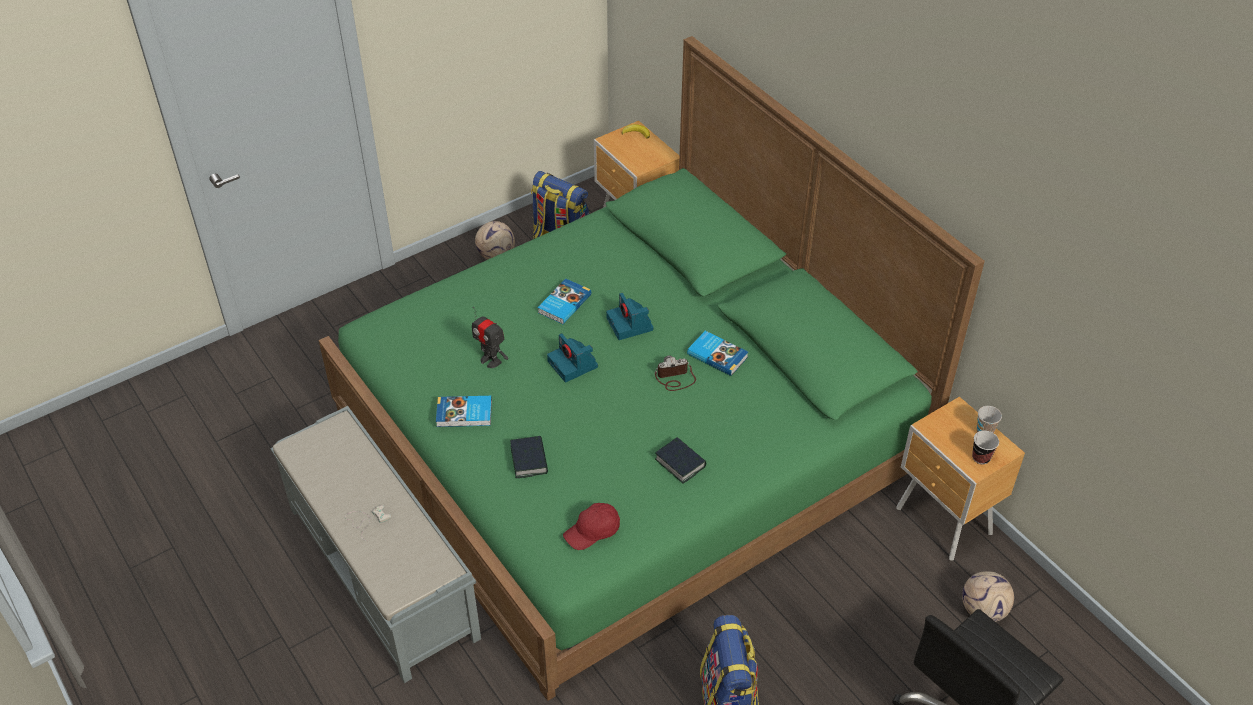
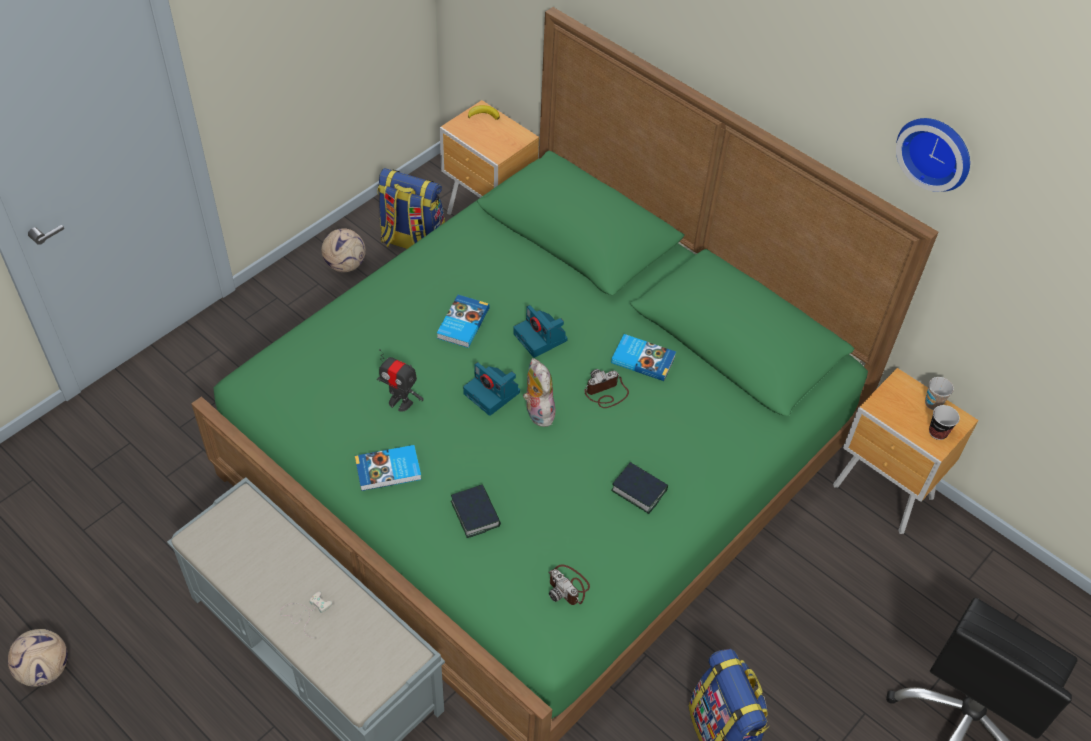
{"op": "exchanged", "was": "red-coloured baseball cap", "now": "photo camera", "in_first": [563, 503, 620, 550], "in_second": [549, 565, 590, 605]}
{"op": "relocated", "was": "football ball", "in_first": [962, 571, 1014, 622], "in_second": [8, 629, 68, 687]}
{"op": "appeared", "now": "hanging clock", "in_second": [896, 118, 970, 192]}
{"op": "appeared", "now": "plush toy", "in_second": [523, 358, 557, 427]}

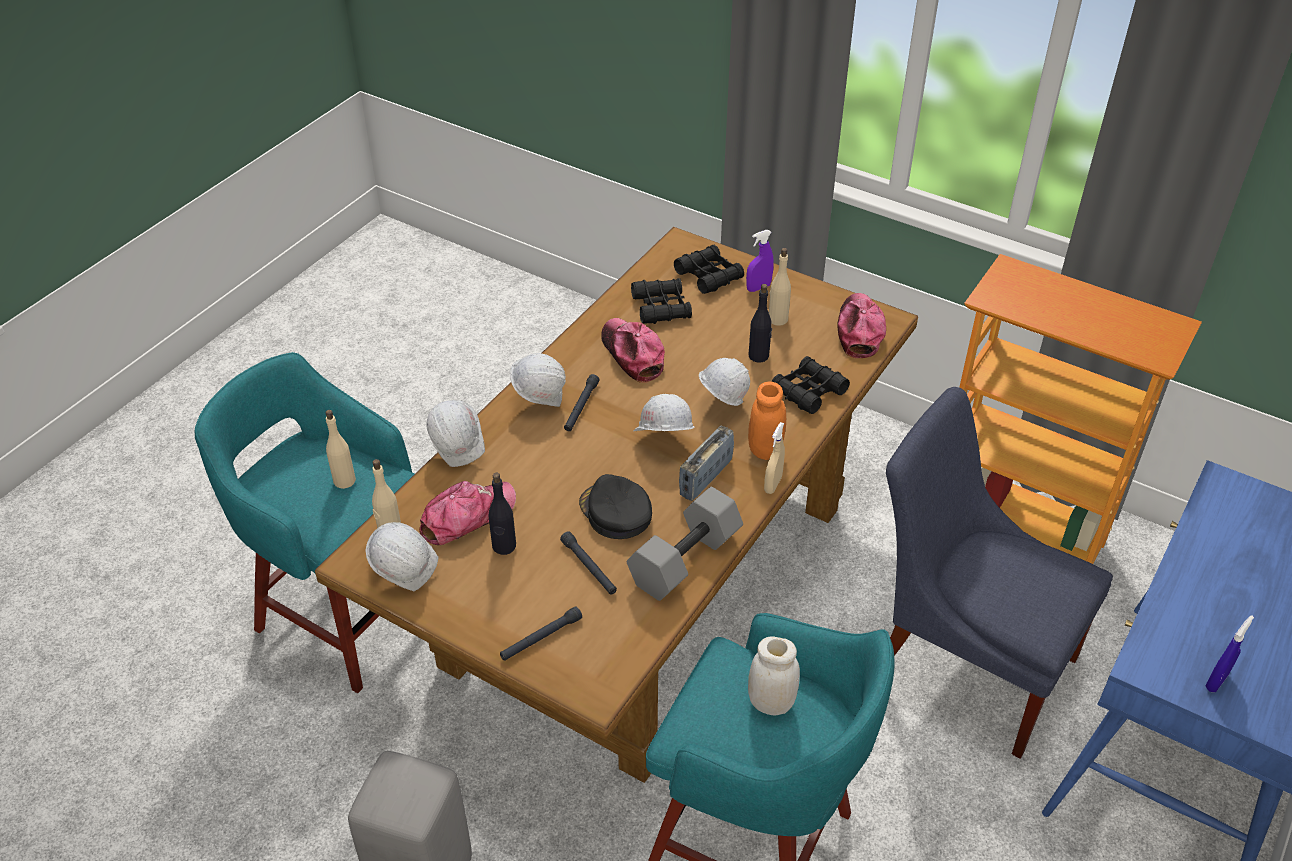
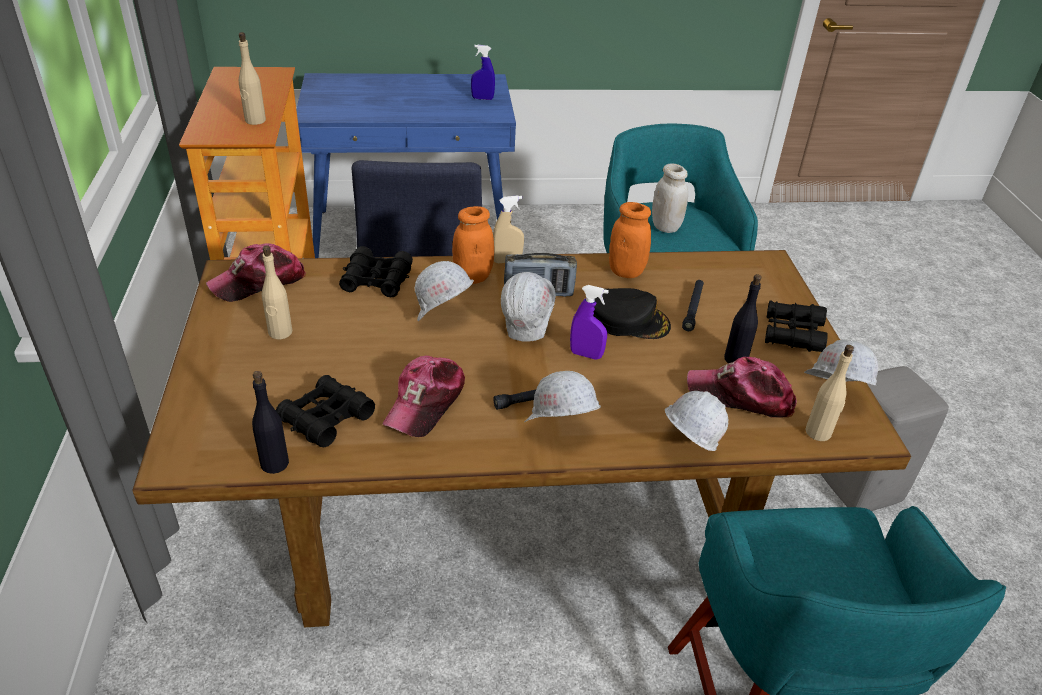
{"op": "relocated", "was": "purple hand sprayer", "in_first": [746, 230, 774, 292], "in_second": [570, 285, 609, 359]}
{"op": "relocated", "was": "blackish pair of binoculars", "in_first": [674, 245, 744, 294], "in_second": [765, 301, 828, 352]}
{"op": "relocated", "was": "blackish beverage bottle", "in_first": [749, 284, 772, 362], "in_second": [252, 371, 289, 474]}
{"op": "relocated", "was": "beige-coloured beverage bottle", "in_first": [325, 410, 356, 489], "in_second": [239, 32, 266, 125]}
{"op": "spun", "was": "blackish baseball cap", "in_first": [579, 474, 652, 539], "in_second": [593, 288, 671, 339], "clockwise": -90}
{"op": "exchanged", "was": "gray hand weight", "now": "orangey jar", "in_first": [627, 487, 743, 601], "in_second": [609, 202, 651, 278]}
{"op": "missing", "was": "blackish hand torch", "in_first": [500, 606, 582, 661]}

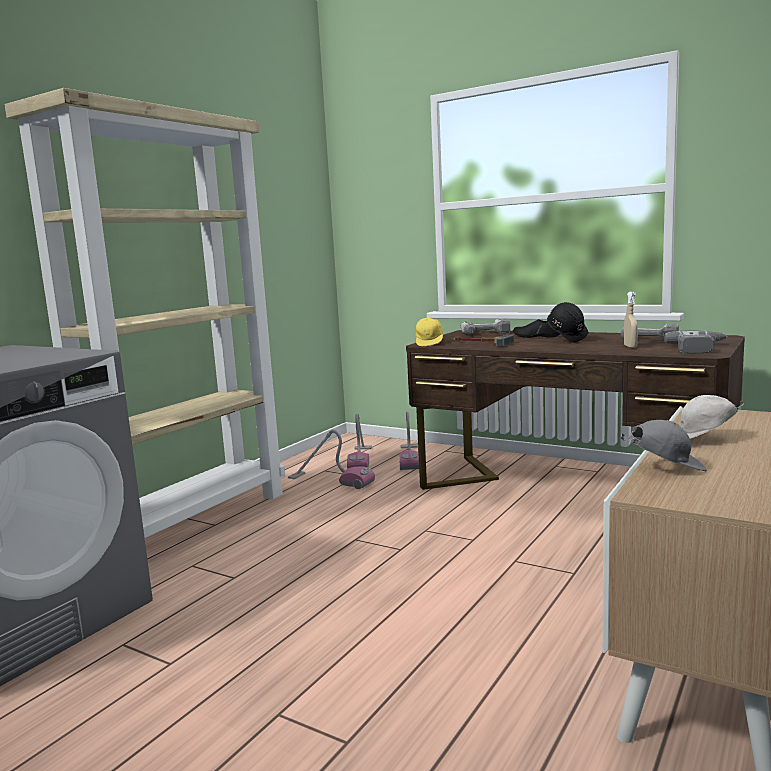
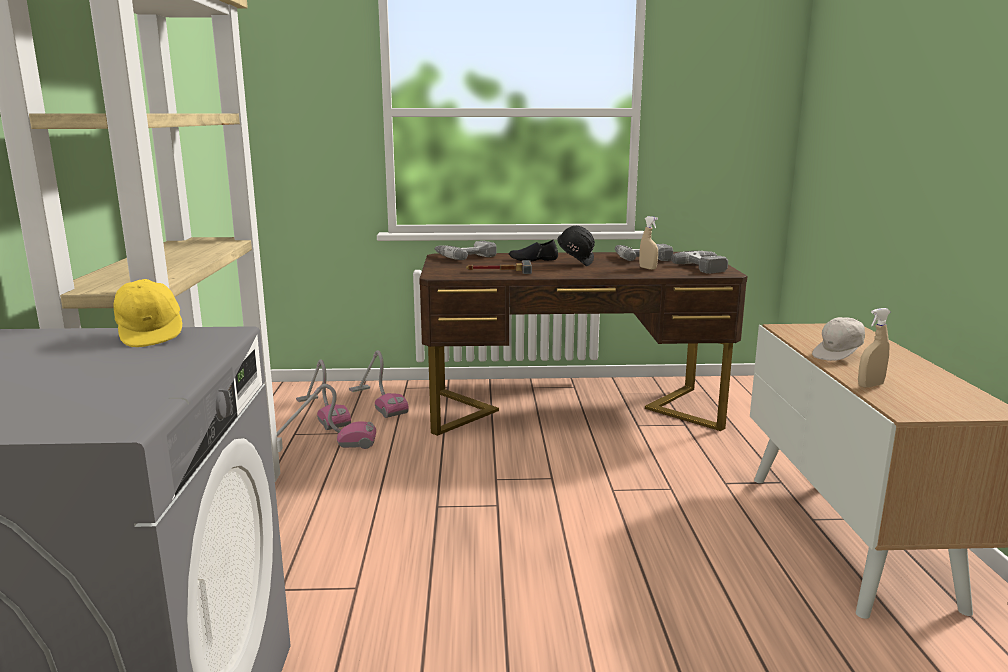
{"op": "relocated", "was": "yellowish baseball cap", "in_first": [416, 317, 443, 346], "in_second": [113, 279, 182, 347]}
{"op": "exchanged", "was": "gray baseball cap", "now": "beige-coloured hand sprayer", "in_first": [620, 420, 707, 471], "in_second": [858, 308, 891, 388]}

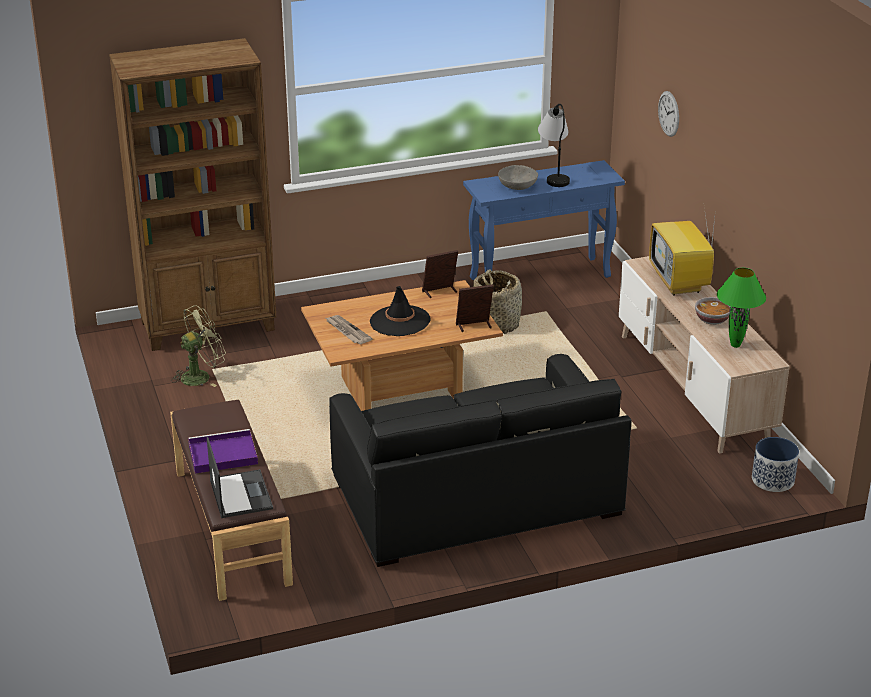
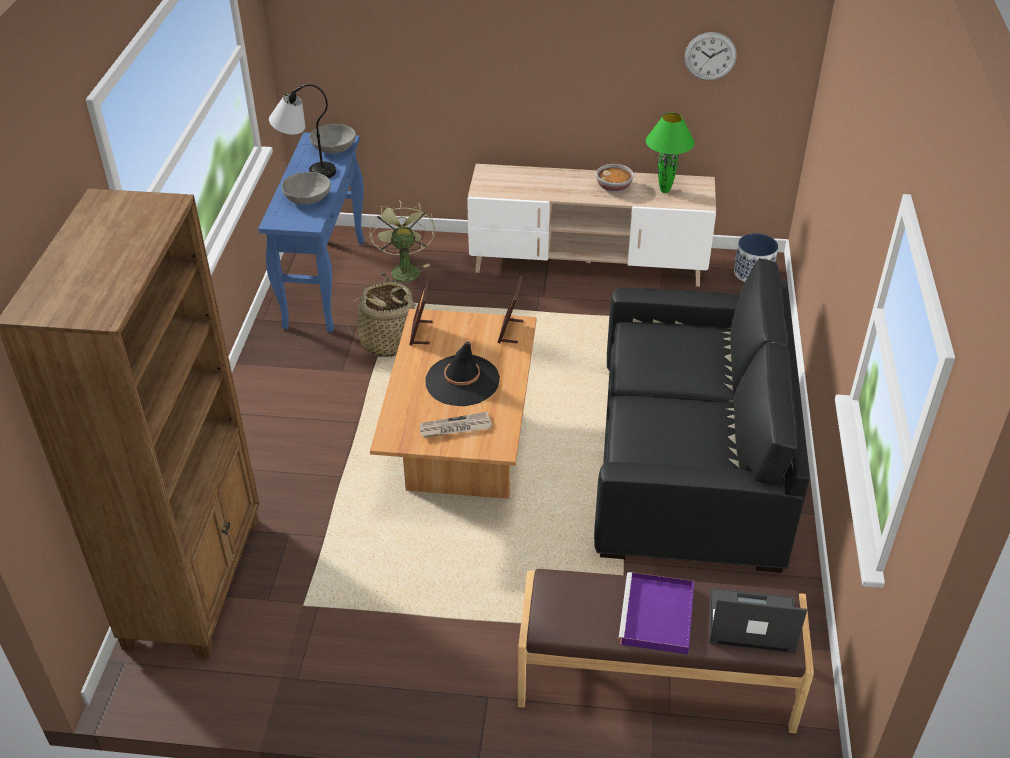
{"op": "relocated", "was": "hanging clock", "in_first": [658, 91, 679, 137], "in_second": [684, 32, 736, 80]}
{"op": "missing", "was": "TV", "in_first": [649, 200, 716, 296]}
{"op": "relocated", "was": "greenish cooling fan", "in_first": [171, 305, 226, 387], "in_second": [369, 200, 435, 283]}
{"op": "appeared", "now": "gray deep dish", "in_second": [310, 124, 356, 153]}

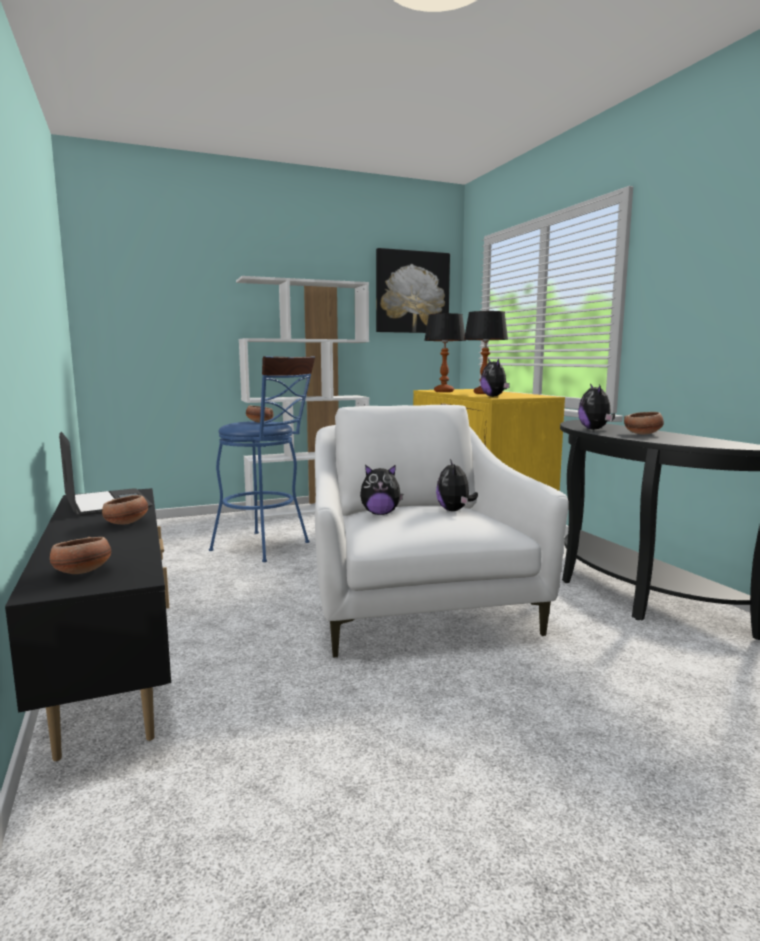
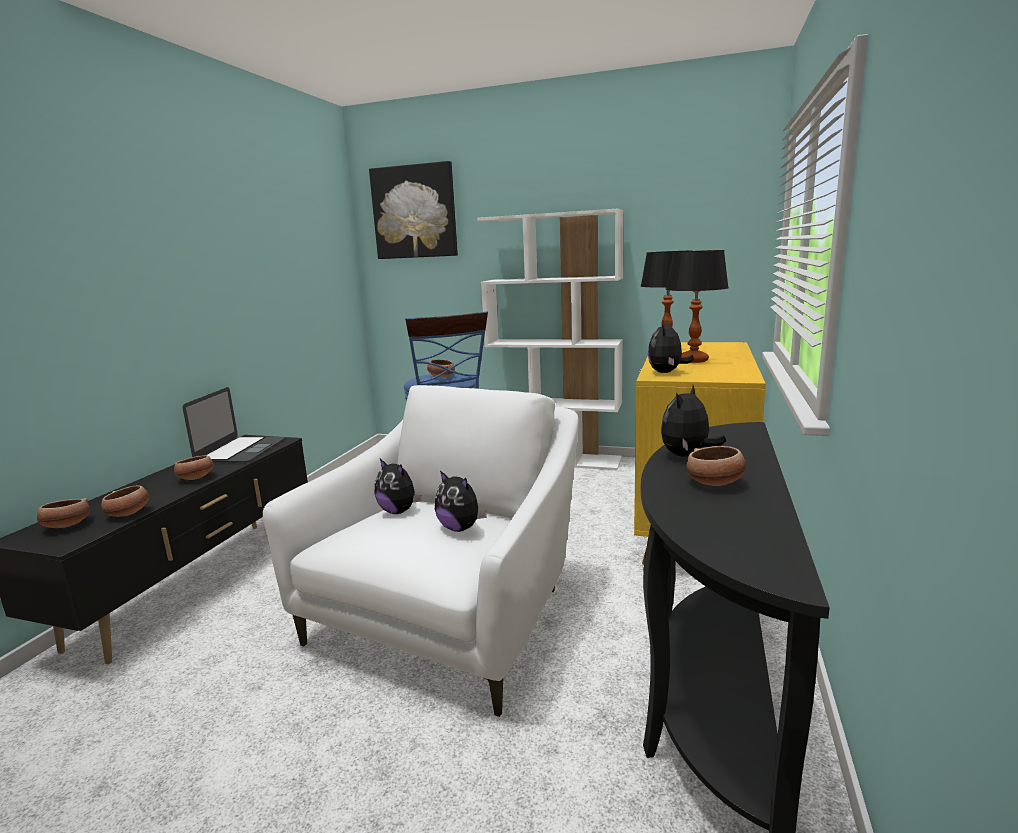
{"op": "relocated", "was": "picture", "in_first": [376, 248, 450, 333], "in_second": [369, 161, 458, 259]}
{"op": "spun", "was": "plush toy", "in_first": [436, 459, 478, 511], "in_second": [435, 471, 487, 532], "clockwise": -90}
{"op": "appeared", "now": "deep dish", "in_second": [101, 485, 149, 517]}

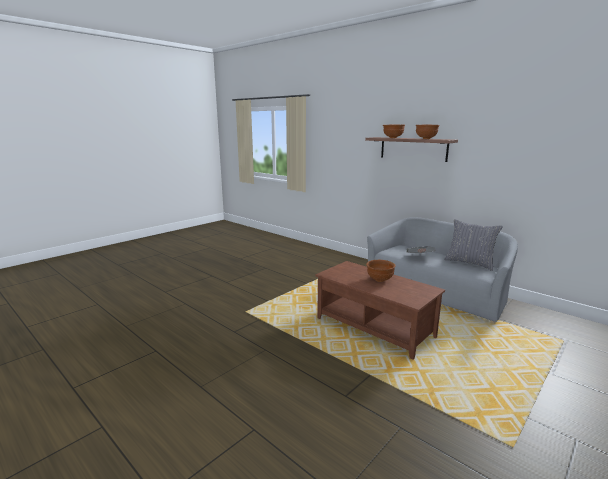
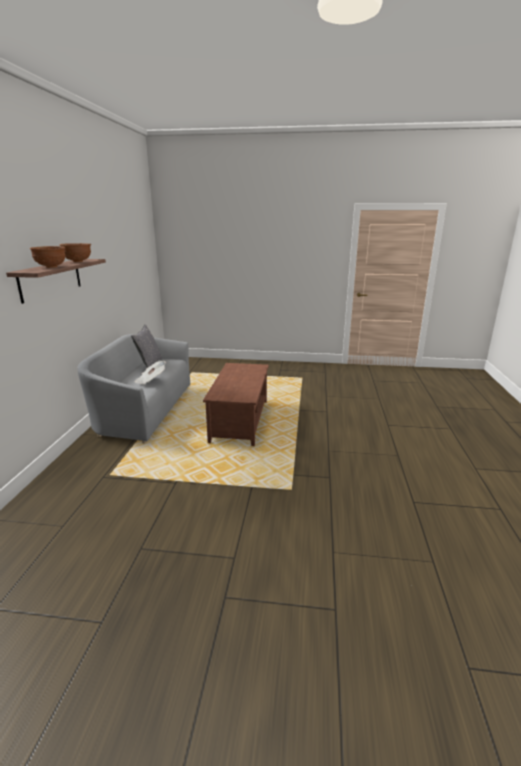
{"op": "missing", "was": "brownish deep dish", "in_first": [366, 260, 395, 282]}

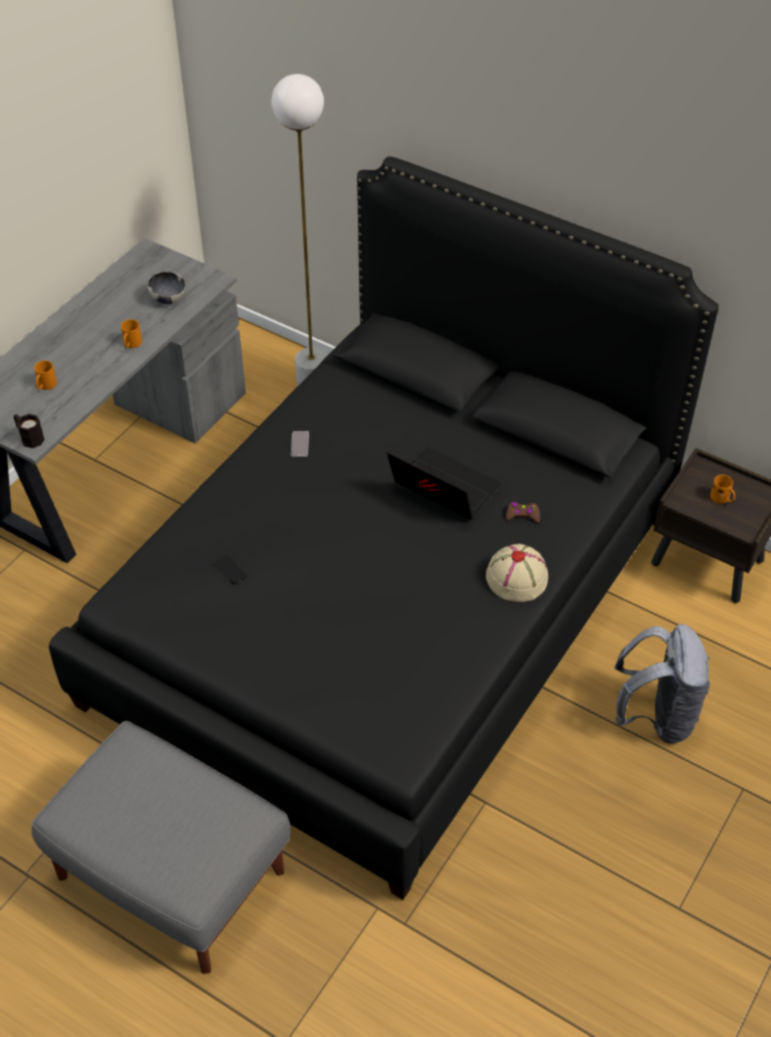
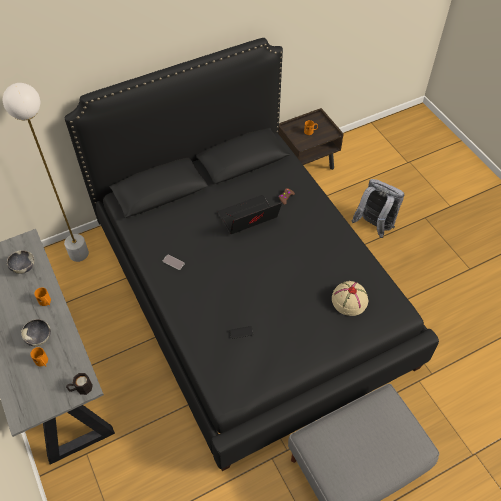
{"op": "relocated", "was": "beige-coloured wearable hat", "in_first": [486, 544, 548, 602], "in_second": [332, 281, 369, 316]}
{"op": "appeared", "now": "deep dish", "in_second": [21, 319, 51, 346]}

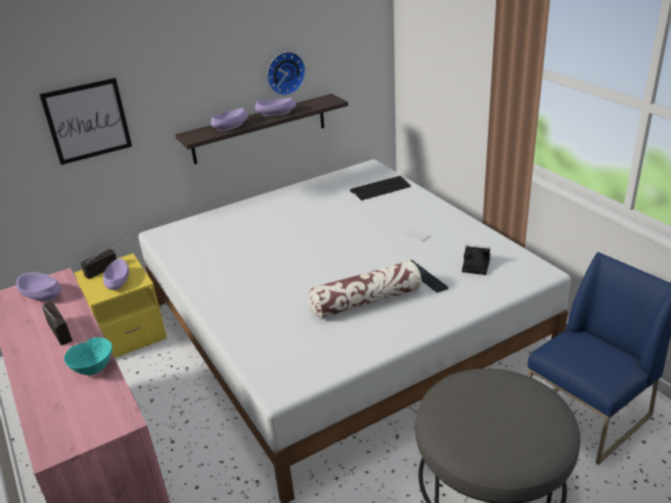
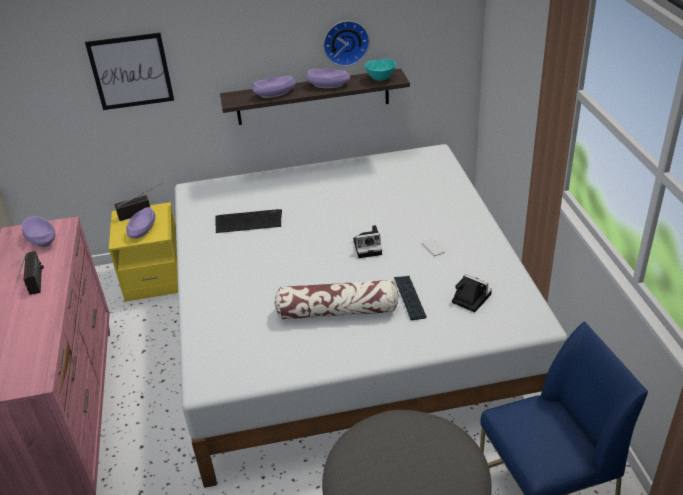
{"op": "relocated", "was": "computer keyboard", "in_first": [350, 176, 411, 201], "in_second": [215, 209, 282, 233]}
{"op": "relocated", "was": "turquoise-coloured deep dish", "in_first": [64, 337, 112, 375], "in_second": [365, 58, 396, 81]}
{"op": "appeared", "now": "photo camera", "in_second": [353, 225, 382, 258]}

